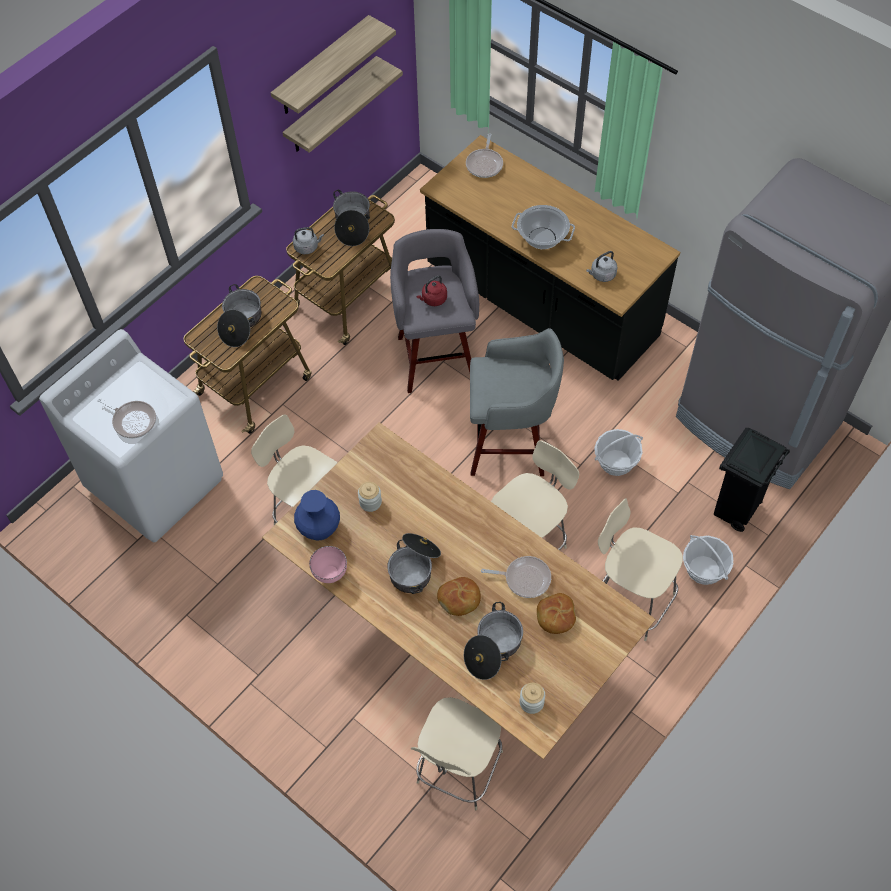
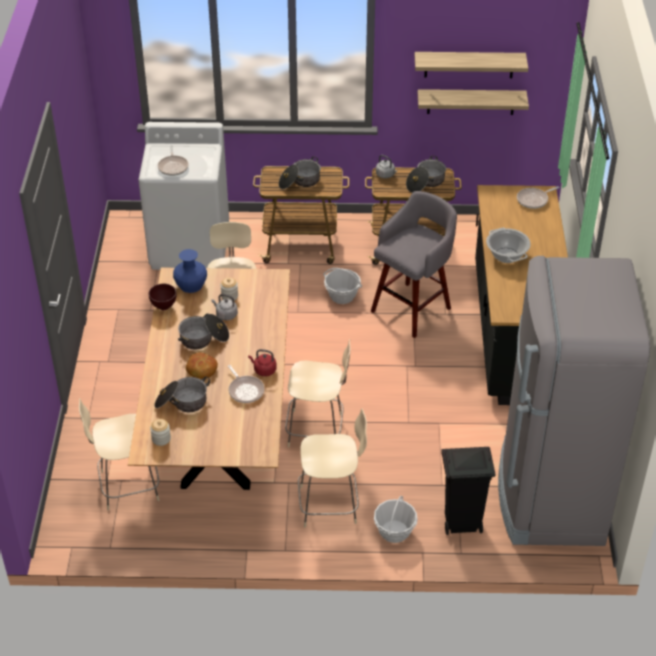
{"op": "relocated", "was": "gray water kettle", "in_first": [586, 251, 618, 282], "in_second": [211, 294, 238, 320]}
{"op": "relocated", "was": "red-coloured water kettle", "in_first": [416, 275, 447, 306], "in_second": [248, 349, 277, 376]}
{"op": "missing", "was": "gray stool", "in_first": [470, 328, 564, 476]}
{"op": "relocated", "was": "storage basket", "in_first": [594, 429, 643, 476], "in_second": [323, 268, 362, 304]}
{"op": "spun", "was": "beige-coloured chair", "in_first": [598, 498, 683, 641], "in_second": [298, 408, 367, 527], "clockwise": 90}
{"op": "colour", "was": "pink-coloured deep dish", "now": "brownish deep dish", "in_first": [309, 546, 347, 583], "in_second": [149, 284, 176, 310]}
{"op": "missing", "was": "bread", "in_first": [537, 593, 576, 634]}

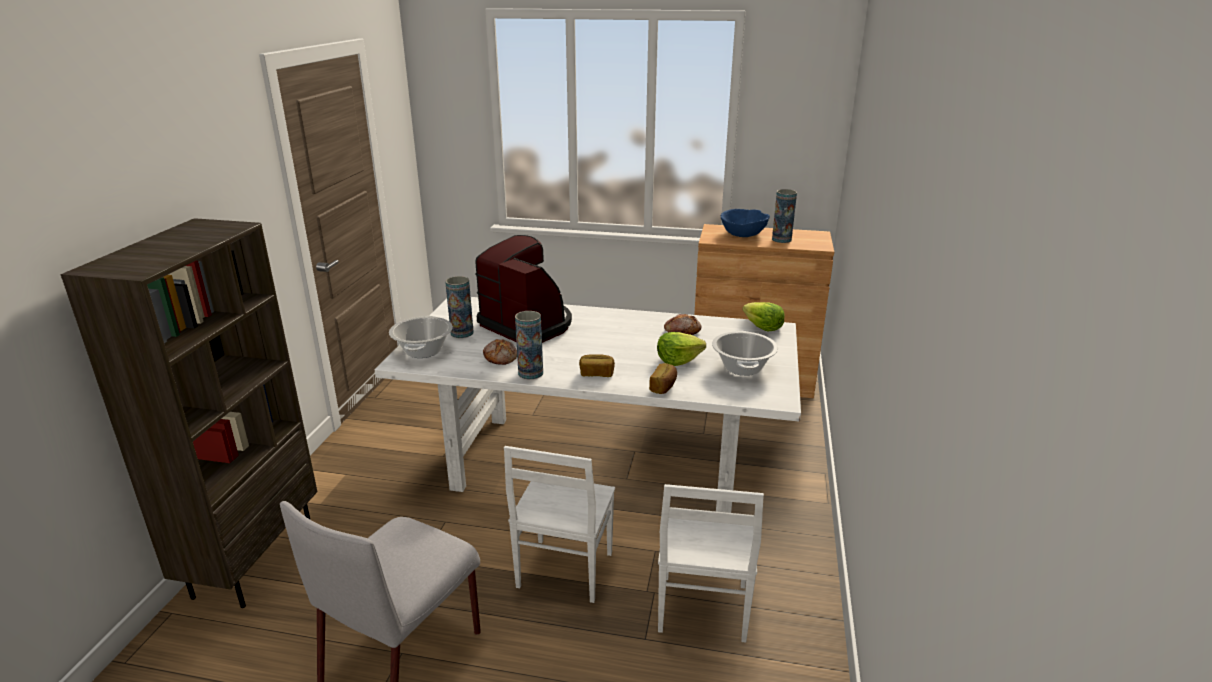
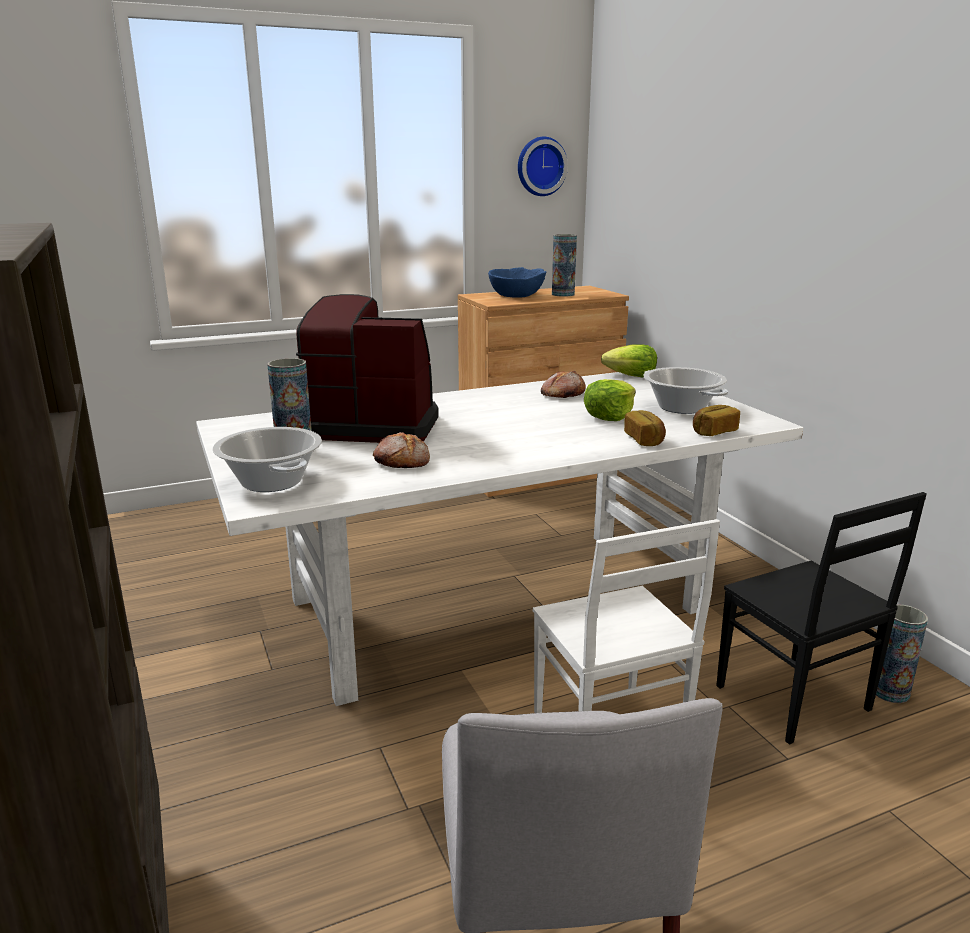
{"op": "relocated", "was": "decorative vase", "in_first": [515, 311, 543, 379], "in_second": [876, 604, 928, 703]}
{"op": "relocated", "was": "bread", "in_first": [579, 354, 615, 377], "in_second": [693, 405, 740, 436]}
{"op": "colour", "was": "whitish chair", "now": "blackish chair", "in_first": [658, 484, 764, 643], "in_second": [716, 492, 926, 745]}
{"op": "appeared", "now": "hanging clock", "in_second": [518, 137, 568, 196]}

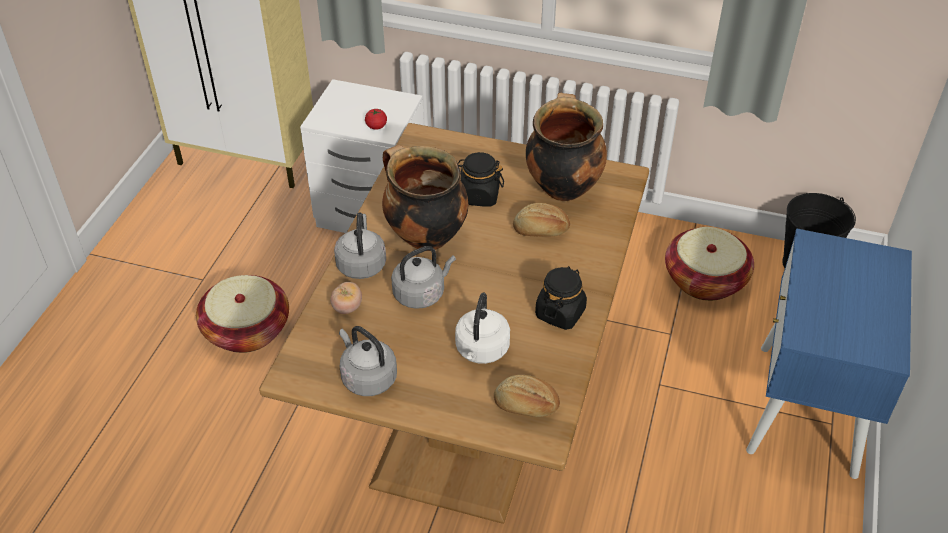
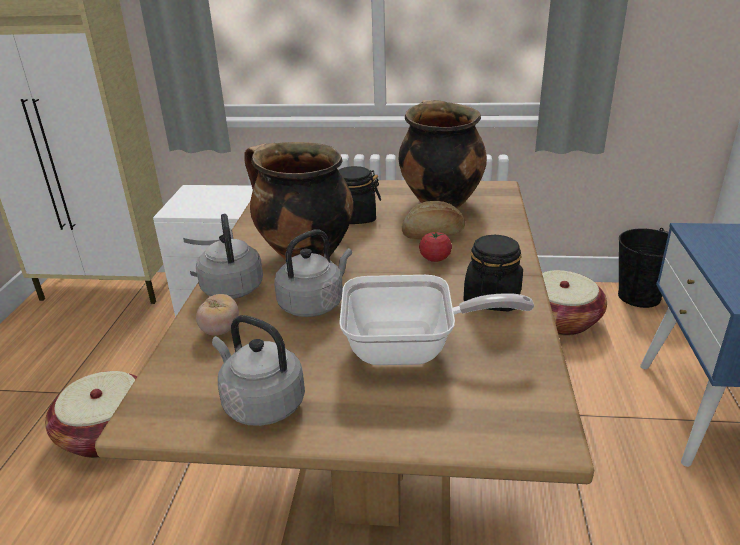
{"op": "relocated", "was": "tomato", "in_first": [365, 109, 387, 130], "in_second": [419, 231, 452, 262]}
{"op": "exchanged", "was": "whitish water kettle", "now": "pan", "in_first": [455, 293, 510, 364], "in_second": [339, 275, 534, 365]}
{"op": "missing", "was": "bread", "in_first": [494, 375, 560, 417]}

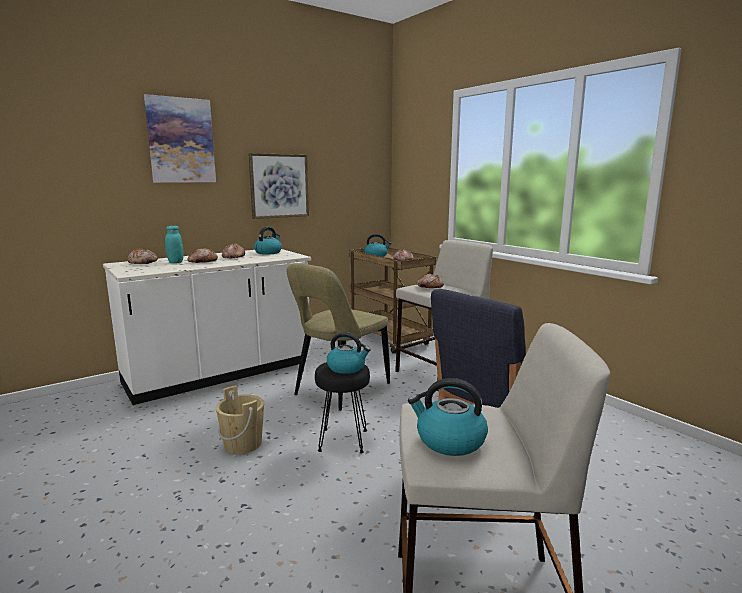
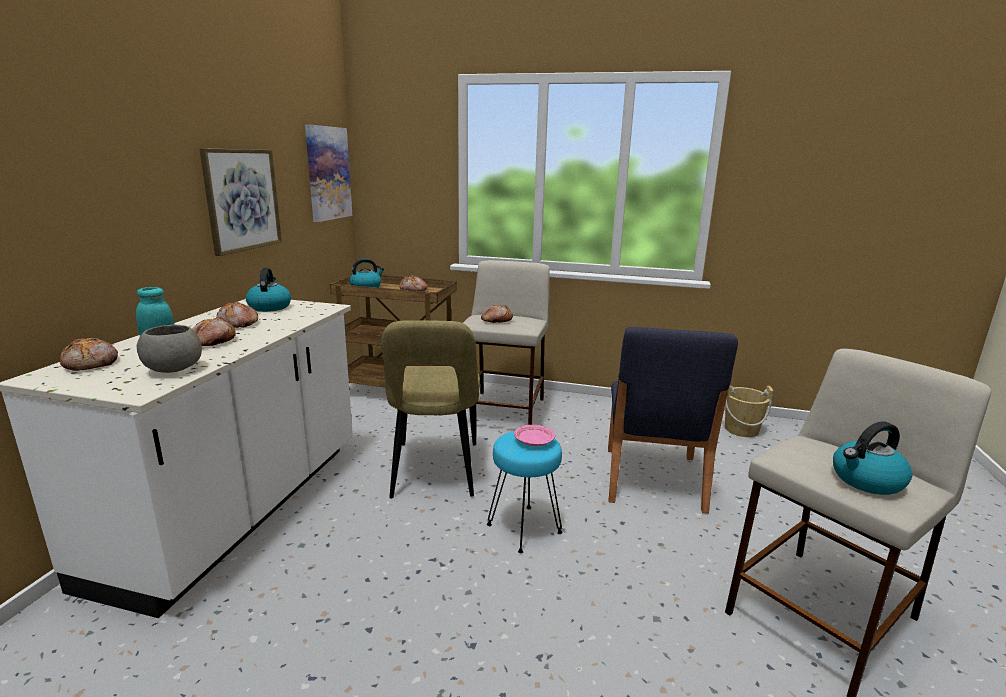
{"op": "relocated", "was": "picture", "in_first": [144, 94, 216, 183], "in_second": [305, 124, 352, 222]}
{"op": "exchanged", "was": "water kettle", "now": "pink-coloured flat dish", "in_first": [327, 332, 371, 374], "in_second": [514, 425, 556, 446]}
{"op": "colour", "was": "blackish stool", "now": "turquoise-coloured stool", "in_first": [315, 362, 370, 453], "in_second": [487, 431, 563, 553]}
{"op": "relocated", "was": "beige-coloured pail", "in_first": [216, 385, 264, 454], "in_second": [725, 386, 773, 437]}
{"op": "appeared", "now": "gray deep dish", "in_second": [137, 325, 202, 373]}

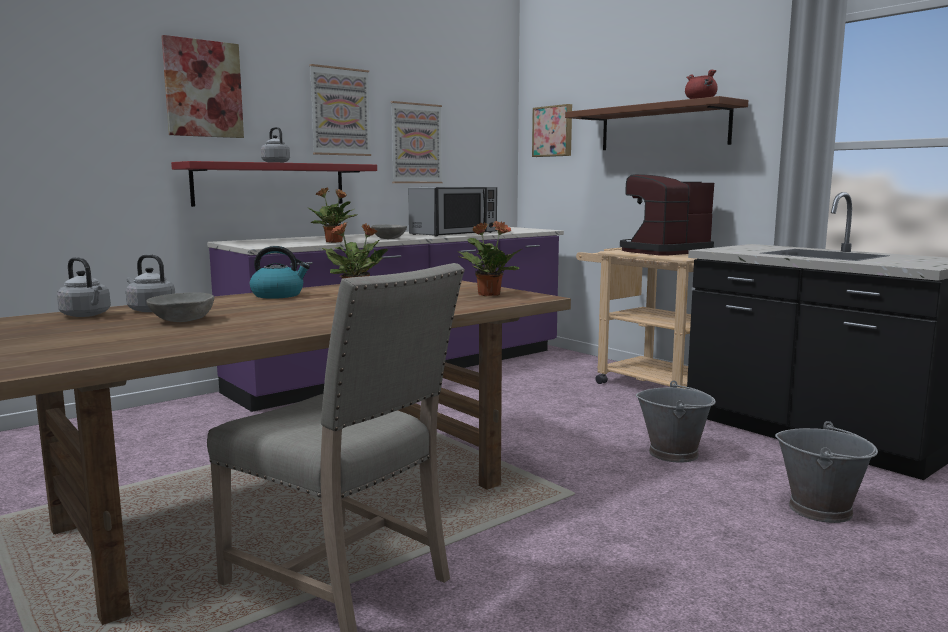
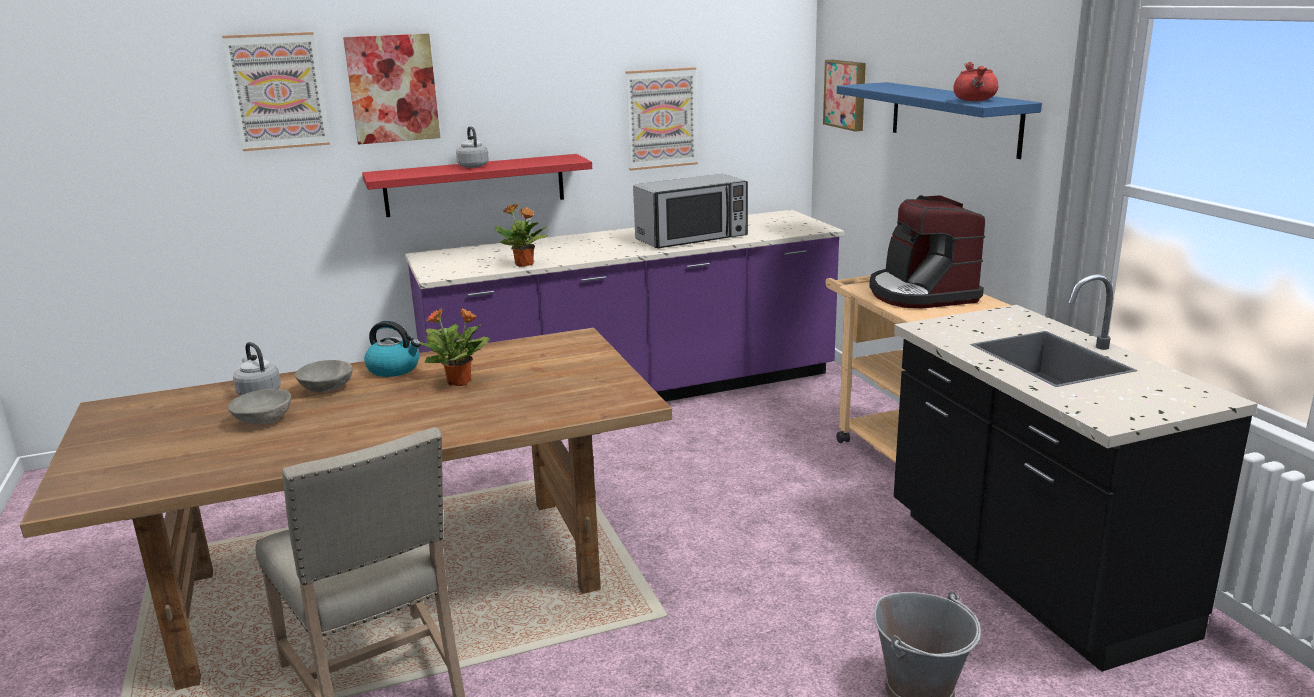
{"op": "relocated", "was": "picture", "in_first": [309, 64, 371, 156], "in_second": [222, 32, 330, 151]}
{"op": "colour", "was": "brownish shelf", "now": "blue-coloured shelf", "in_first": [565, 96, 748, 150], "in_second": [837, 82, 1042, 159]}
{"op": "spun", "was": "coffee machine", "in_first": [620, 174, 714, 256], "in_second": [869, 195, 985, 308], "clockwise": -90}
{"op": "missing", "was": "potted plant", "in_first": [457, 221, 522, 296]}
{"op": "relocated", "was": "gray deep dish", "in_first": [371, 225, 407, 239], "in_second": [295, 360, 353, 392]}
{"op": "missing", "was": "gray water kettle", "in_first": [57, 257, 111, 317]}
{"op": "missing", "was": "gray pail", "in_first": [636, 380, 716, 463]}

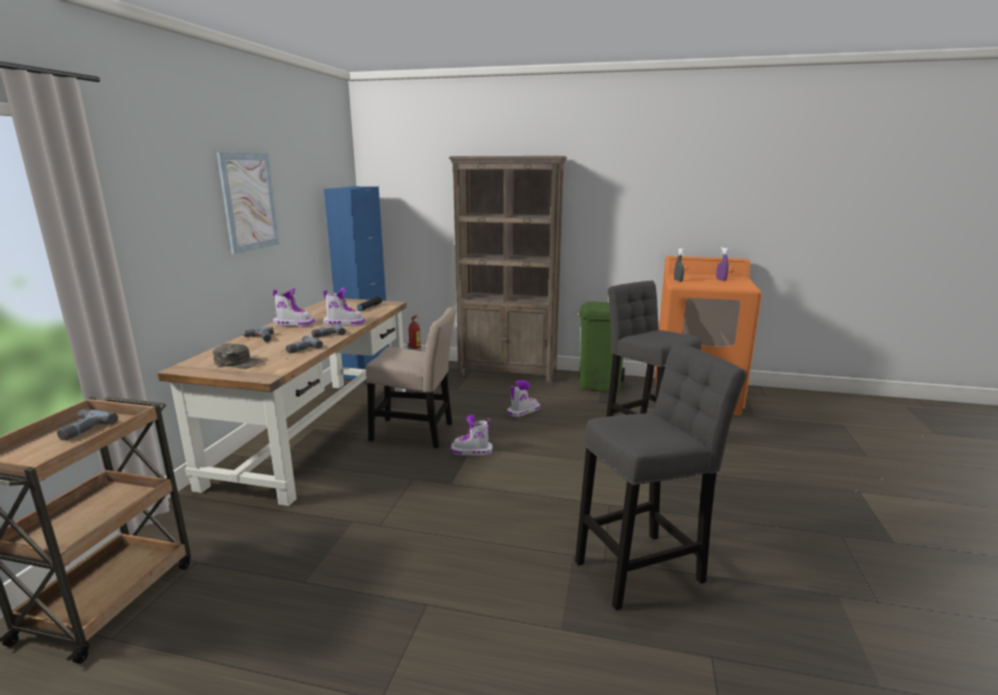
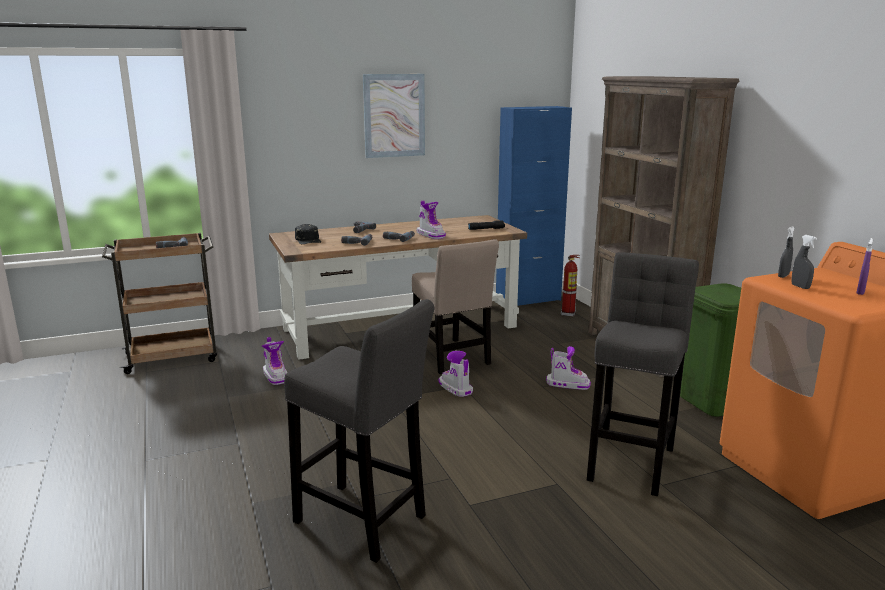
{"op": "relocated", "was": "high-top boot", "in_first": [273, 288, 314, 327], "in_second": [262, 337, 288, 385]}
{"op": "colour", "was": "greenish baseball cap", "now": "blackish baseball cap", "in_first": [213, 344, 265, 369], "in_second": [295, 224, 321, 244]}
{"op": "appeared", "now": "gray hand sprayer", "in_second": [791, 235, 817, 289]}

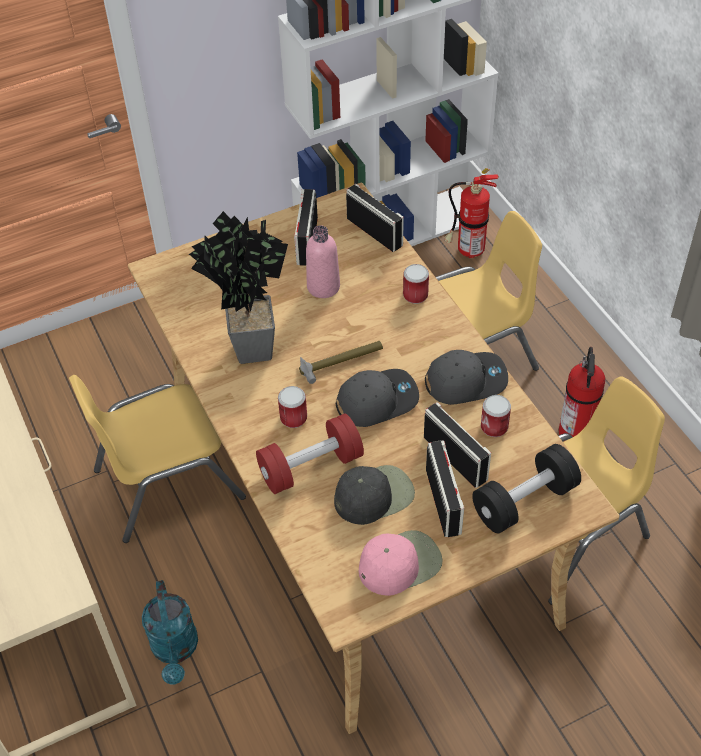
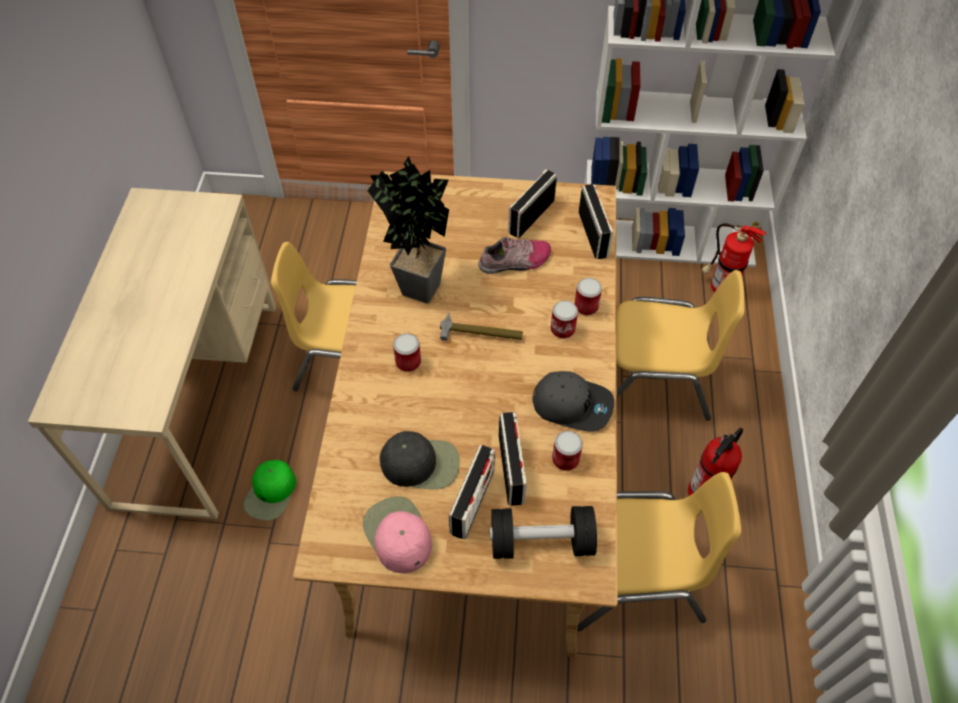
{"op": "exchanged", "was": "pink-coloured beverage bottle", "now": "shoe", "in_first": [306, 225, 340, 298], "in_second": [478, 237, 551, 274]}
{"op": "missing", "was": "gray baseball cap", "in_first": [336, 369, 419, 427]}
{"op": "missing", "was": "red-coloured hand weight", "in_first": [256, 413, 364, 494]}
{"op": "spun", "was": "pink-coloured baseball cap", "in_first": [359, 530, 442, 596], "in_second": [363, 496, 432, 573], "clockwise": -120}
{"op": "exchanged", "was": "turquoise-coloured watering pot", "now": "greenish baseball cap", "in_first": [142, 580, 198, 684], "in_second": [243, 460, 296, 521]}
{"op": "appeared", "now": "can", "in_second": [551, 300, 578, 339]}

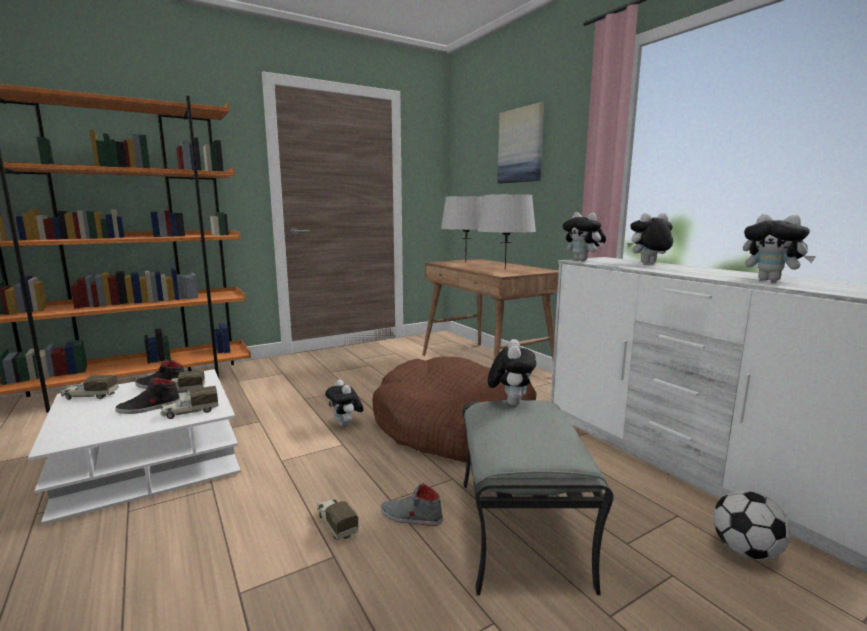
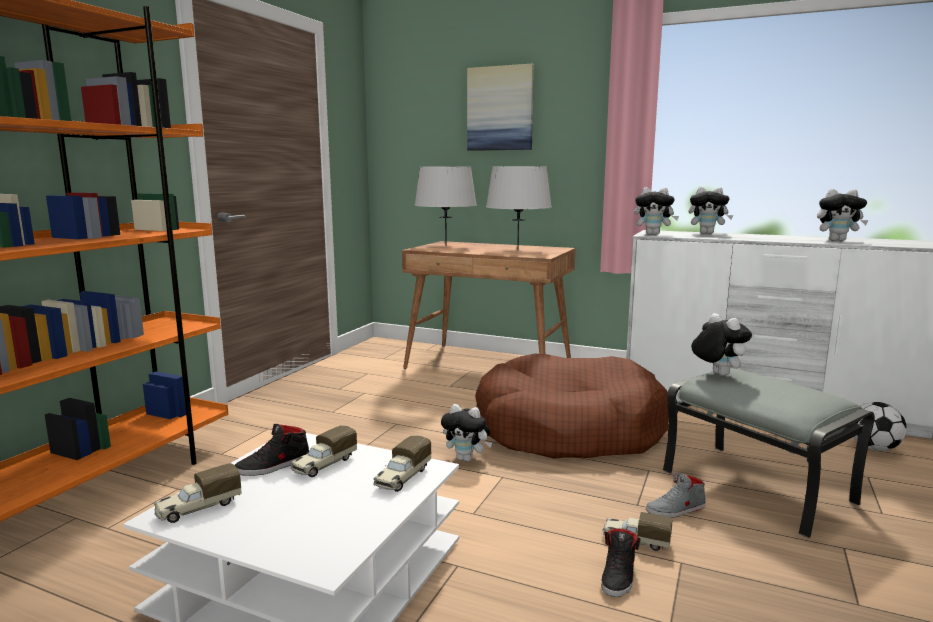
{"op": "spun", "was": "plush toy", "in_first": [627, 213, 673, 263], "in_second": [688, 187, 734, 234], "clockwise": -120}
{"op": "relocated", "was": "blackish shoe", "in_first": [115, 377, 180, 414], "in_second": [601, 528, 641, 597]}

